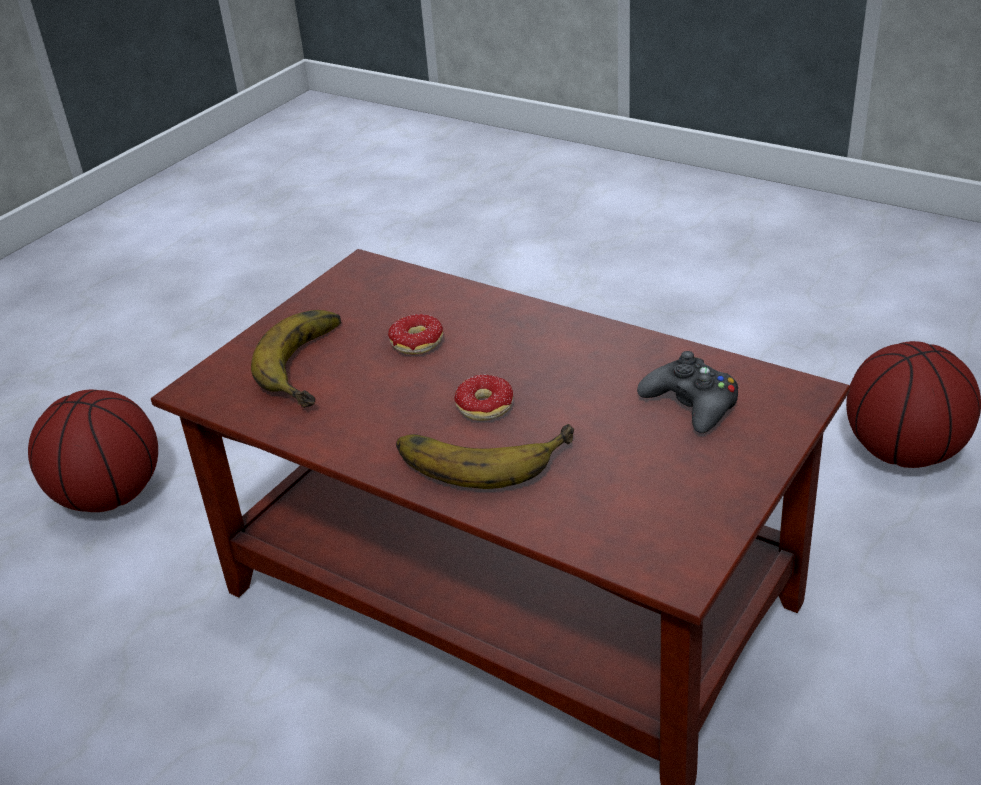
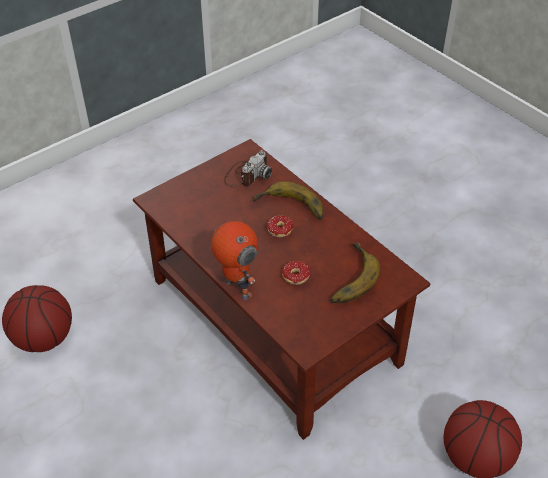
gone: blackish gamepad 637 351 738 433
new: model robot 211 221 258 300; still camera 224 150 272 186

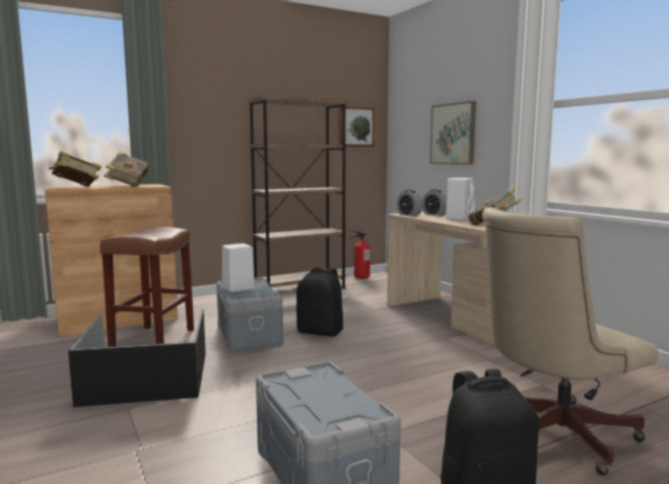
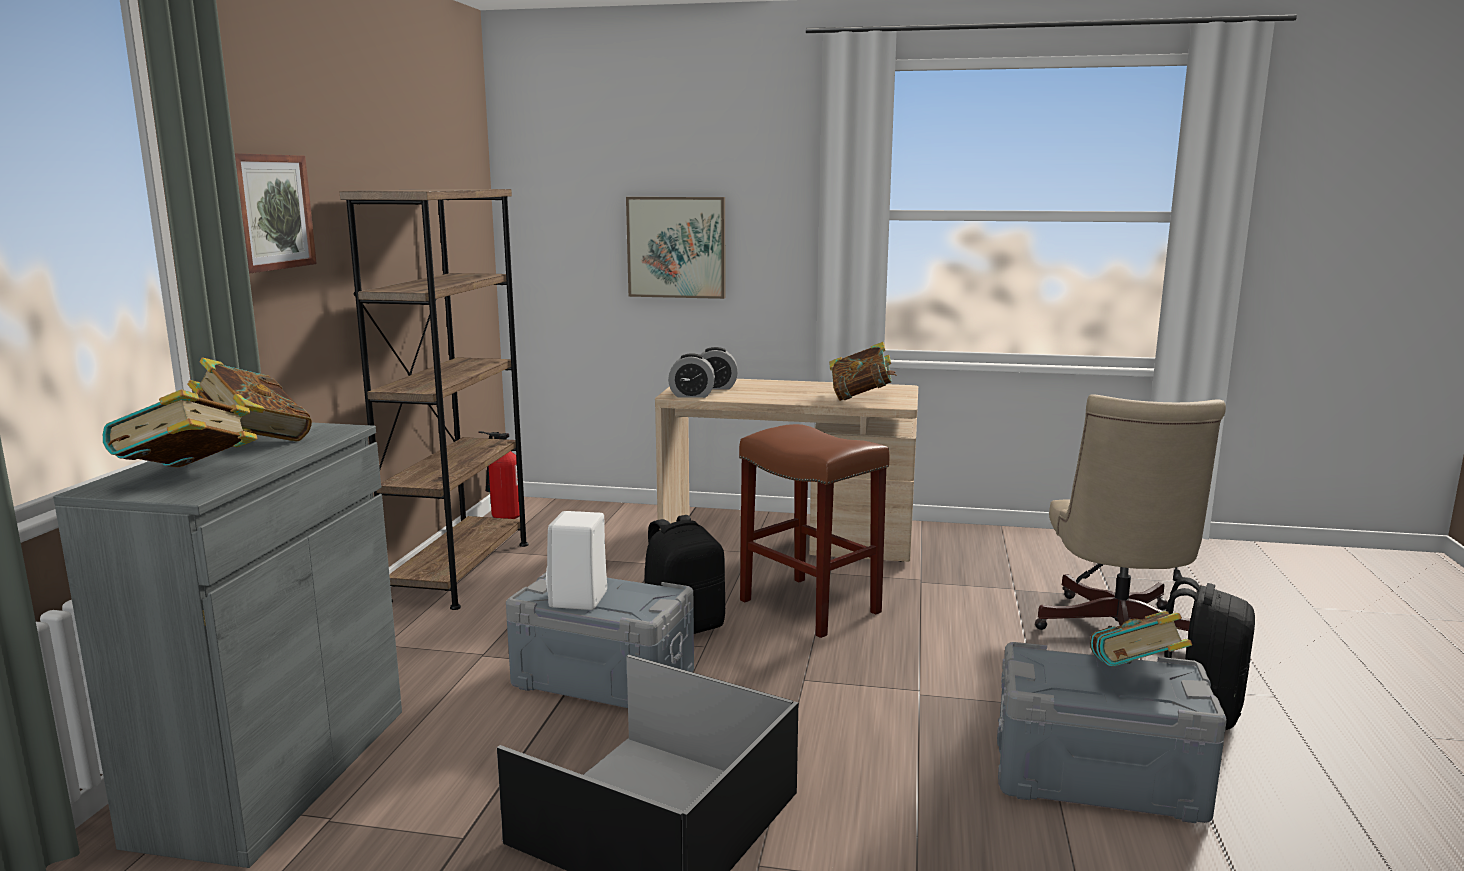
gone: white audio speaker 446 178 475 221
new: volume 1090 611 1192 666
shifted: brown-coloured sitting stool 100 227 194 347 to 739 424 890 638; wall art 339 106 375 147 to 235 153 317 274
repainted: brown-coloured cupboard 45 184 178 337 to gray cupboard 53 423 402 868

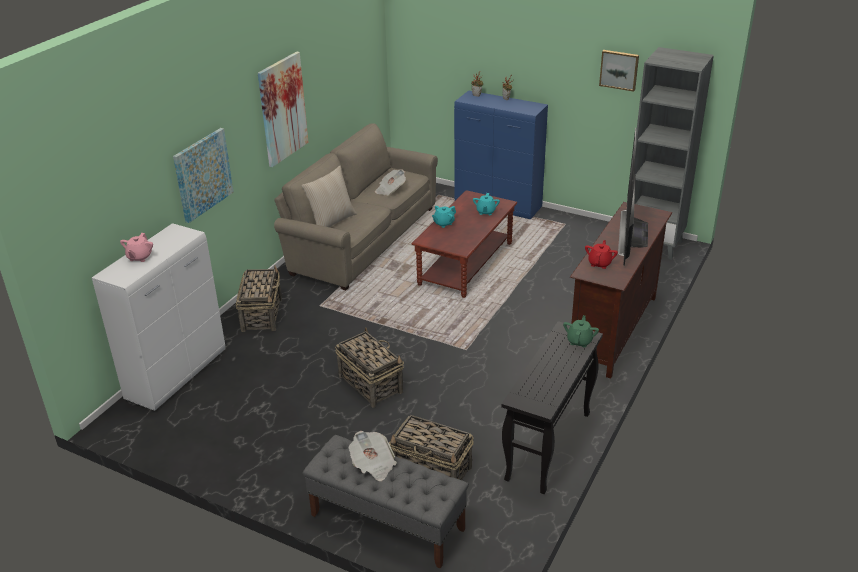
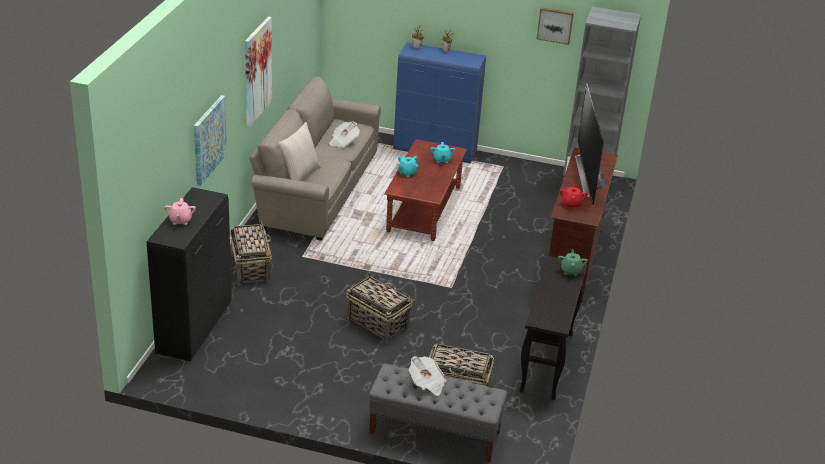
repainted: white cupboard 92 223 225 411 to blackish cupboard 146 187 232 361

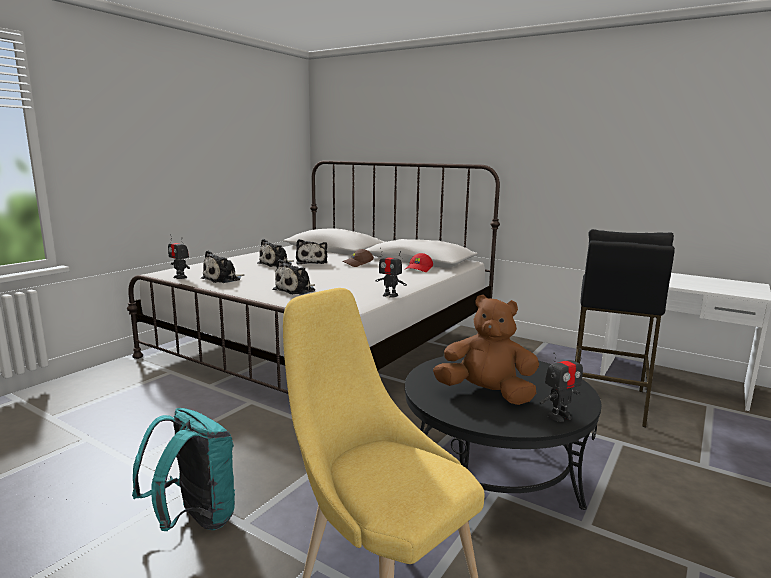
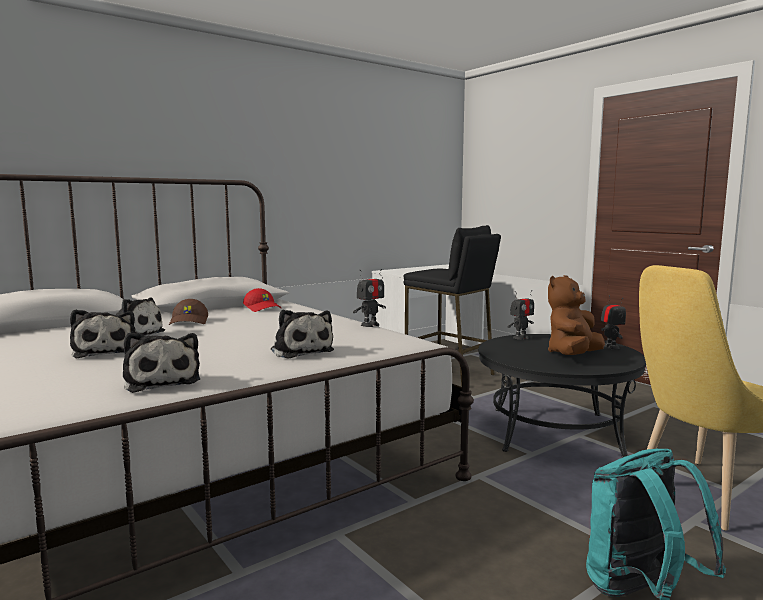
shifted: model robot 168 234 190 279 to 508 290 534 340

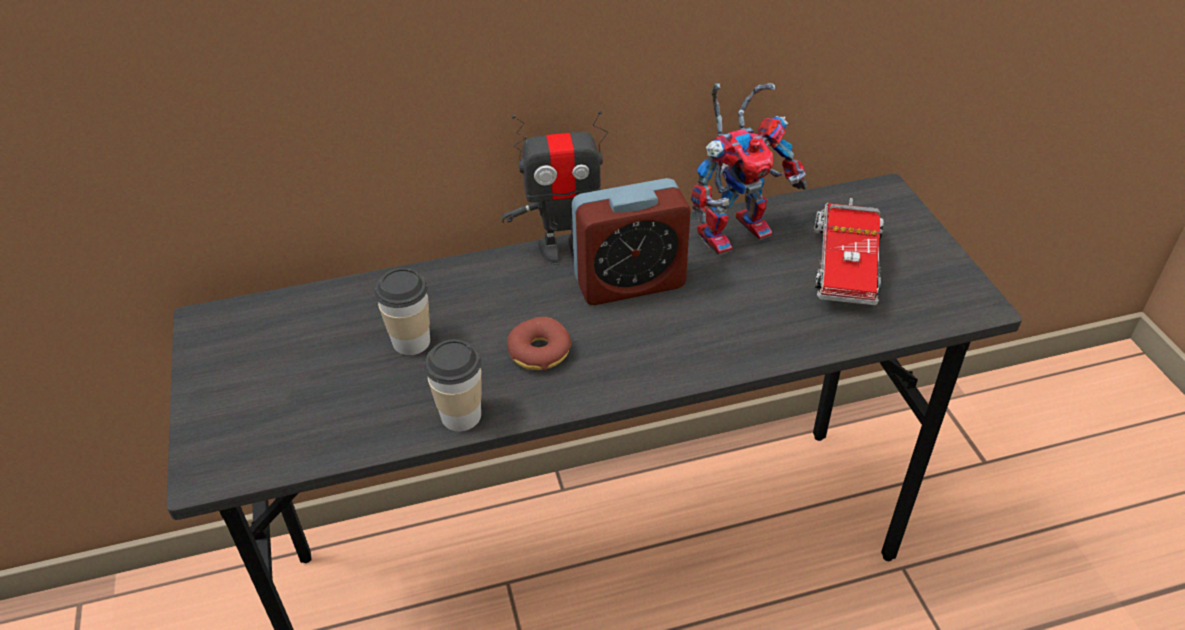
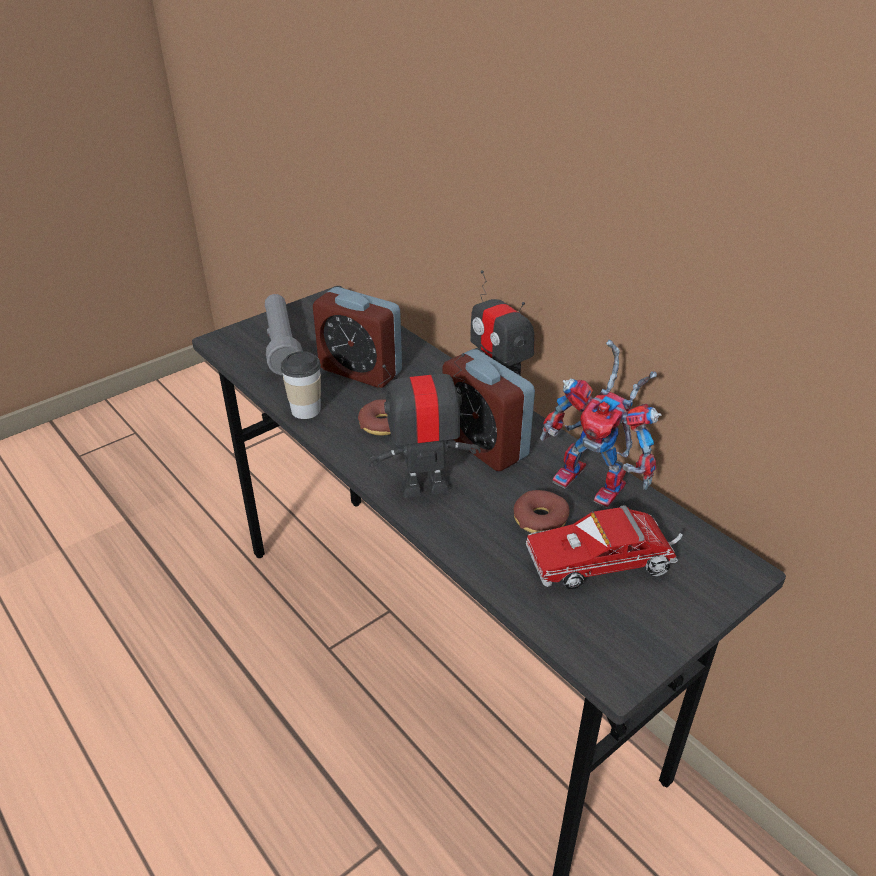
new: gray hand torch 265 294 303 376; model robot 368 353 481 498; donut 514 490 569 534
swapped: small cup 375 268 430 355 to alarm clock 313 287 402 388

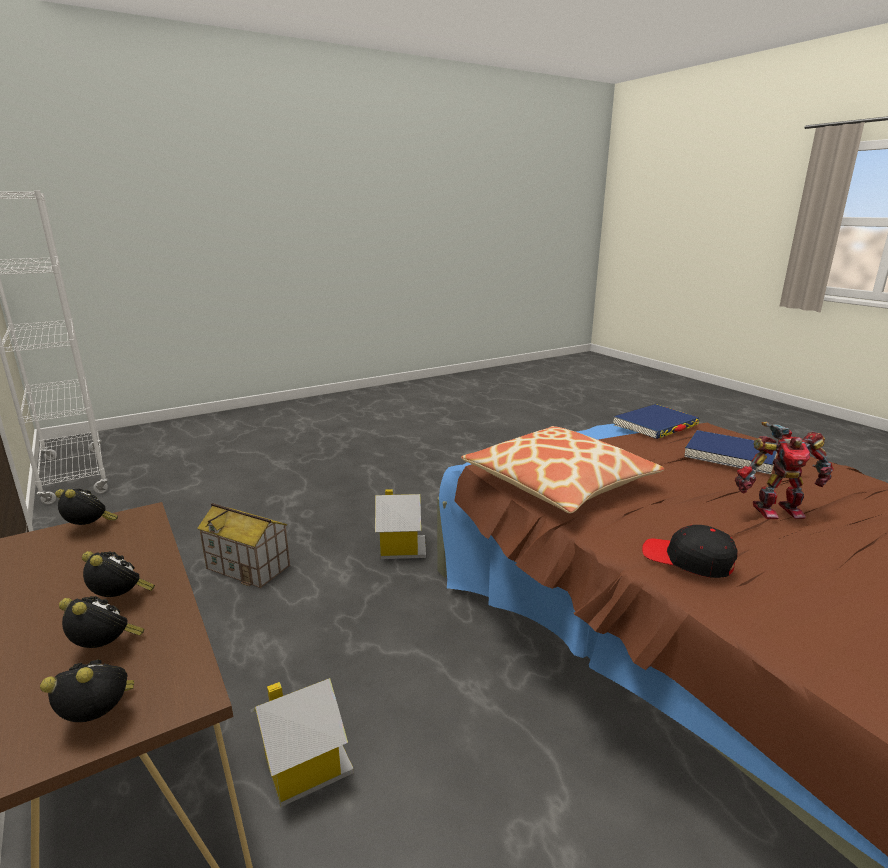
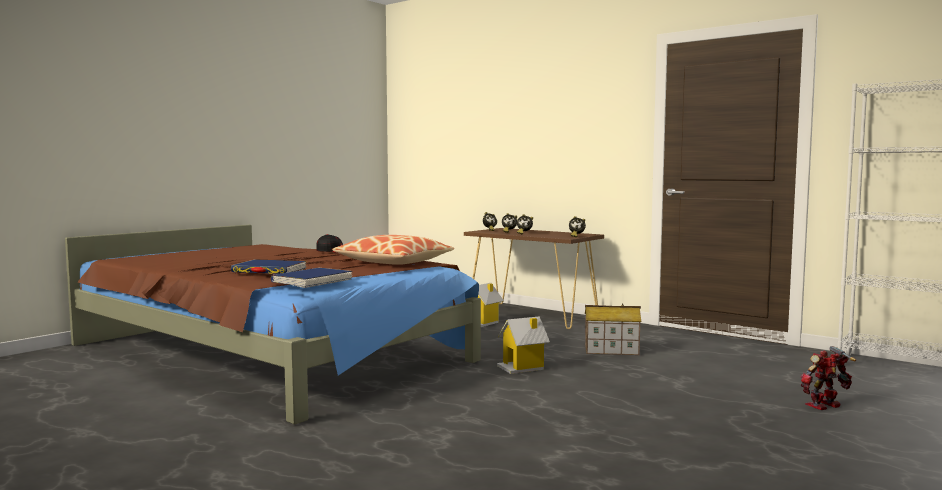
shifted: model robot 735 422 834 519 to 801 346 856 410

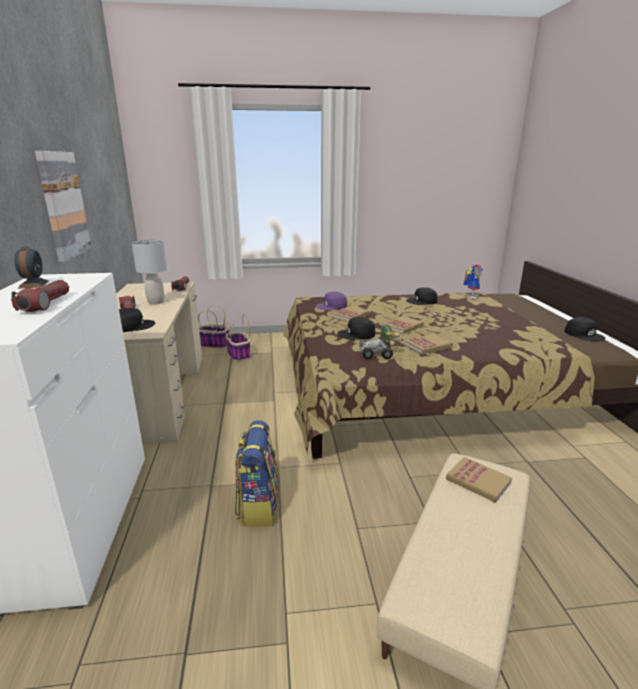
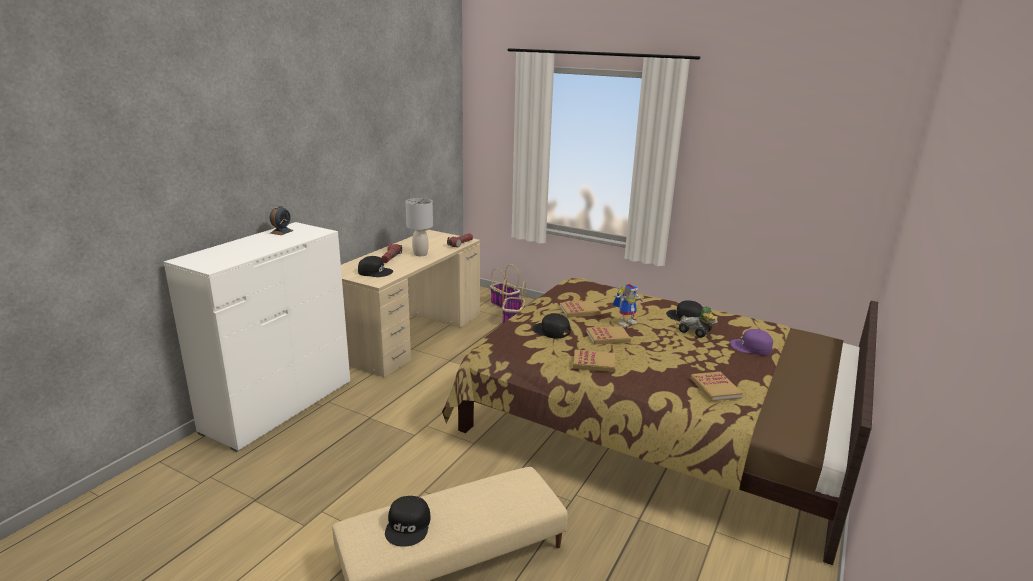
gone: hand torch 11 280 69 312; wall art 35 151 92 262; backpack 235 420 280 527
shifted: purple-coloured cap 316 292 347 310 to 730 329 773 355; model car 359 324 400 359 to 679 307 718 338; volume 446 457 512 503 to 690 372 743 401; model robot 464 265 483 300 to 613 284 644 327; blackish cap 564 317 606 341 to 385 496 431 547

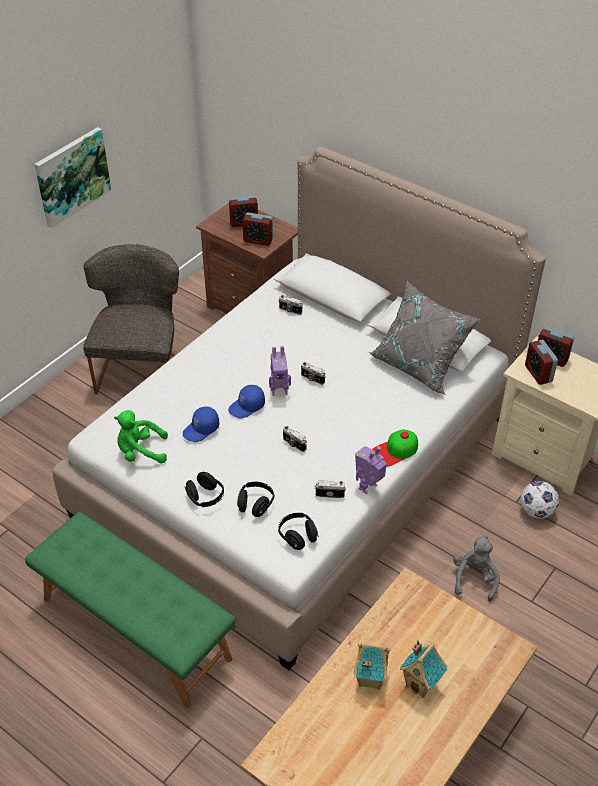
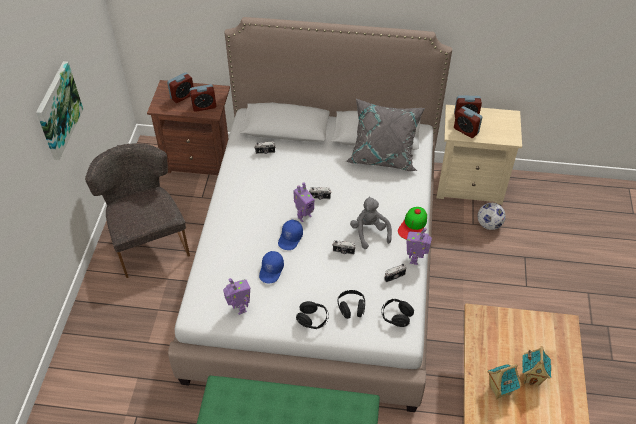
shifted: gray plush toy 453 536 500 601 to 350 196 392 249
swapped: green-coloured plush toy 114 410 168 464 to model robot 223 278 250 315

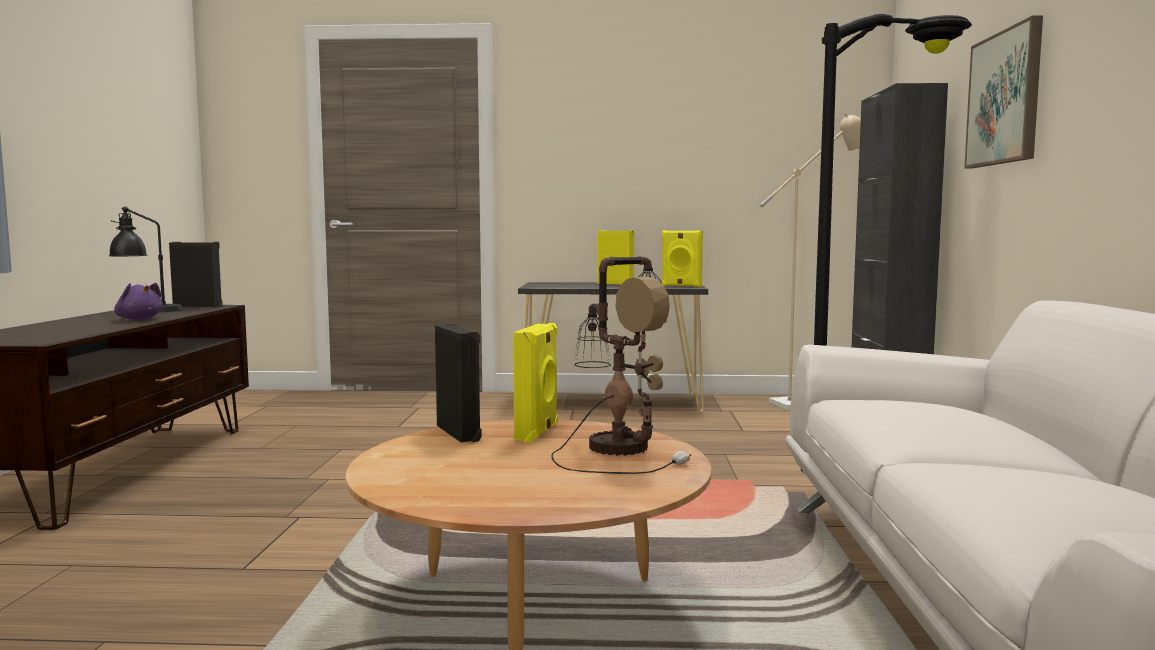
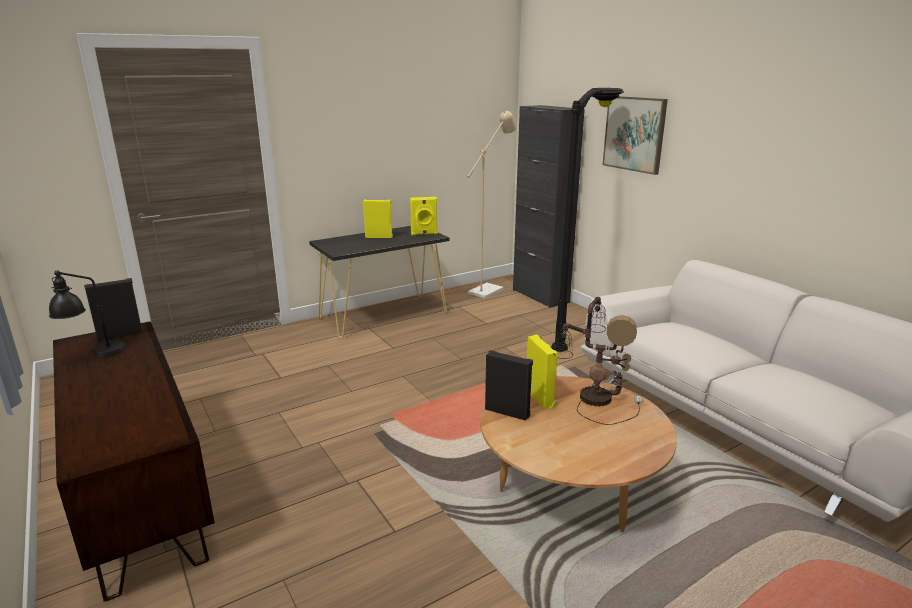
gone: purple-coloured plush toy 114 283 163 320

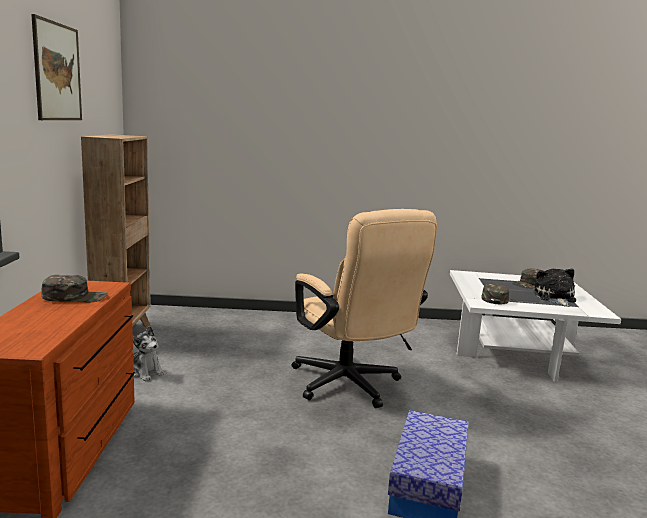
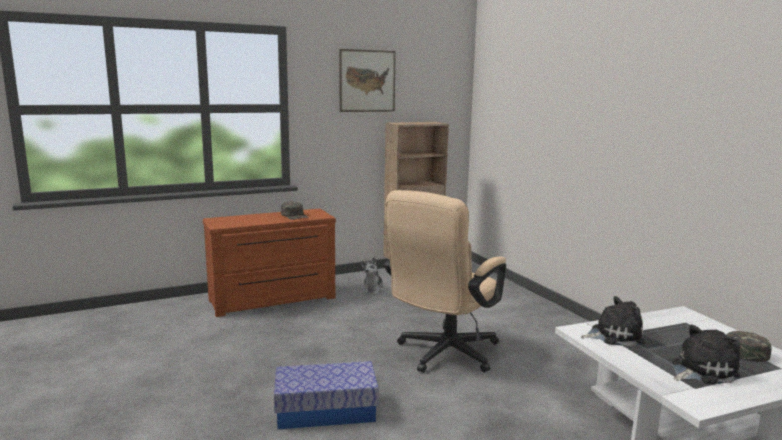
swapped: green-coloured cap 481 284 509 304 to plush toy 581 296 646 347

